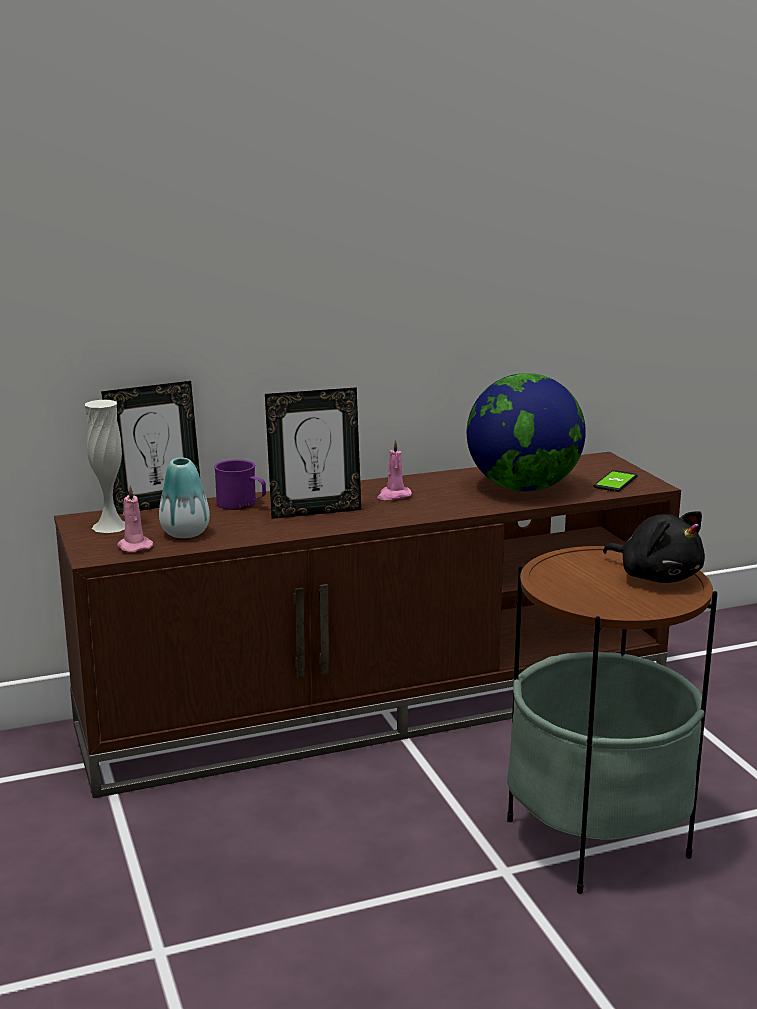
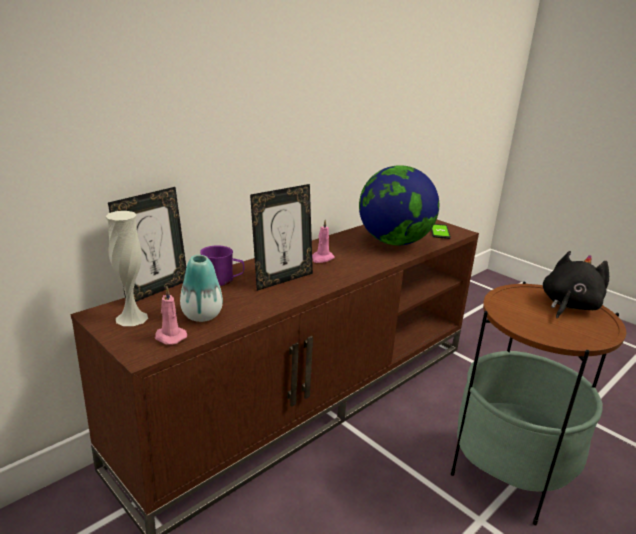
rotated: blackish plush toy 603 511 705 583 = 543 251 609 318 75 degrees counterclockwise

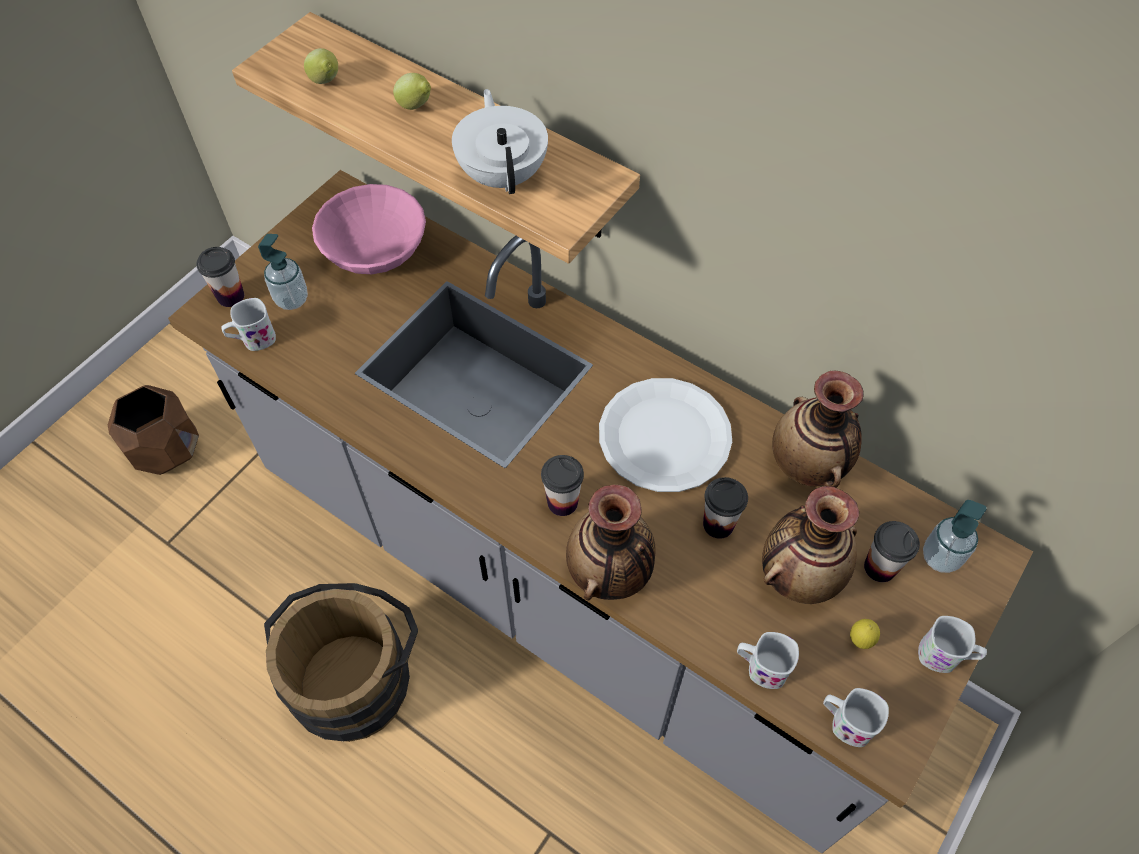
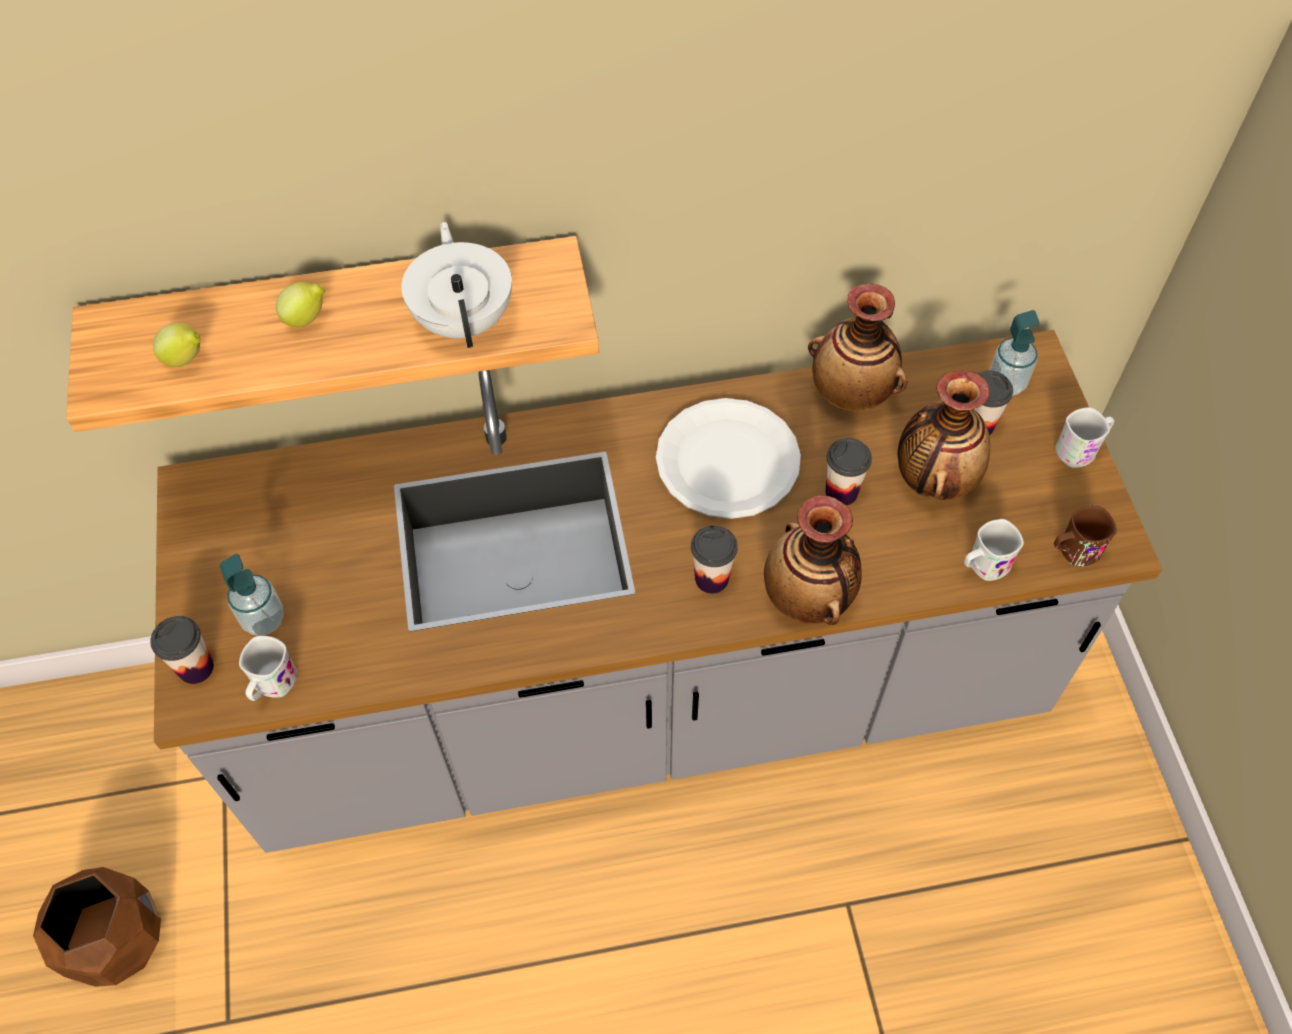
gone: brown-coloured pail 264 583 418 742; pinkish bowl 312 184 426 274; whole lemon 850 619 880 649
repainted: white tea mug 823 688 889 747 to brown-coloured tea mug 1054 506 1117 566
rotated: white tea pot 452 89 548 194 = 401 222 512 348 45 degrees clockwise

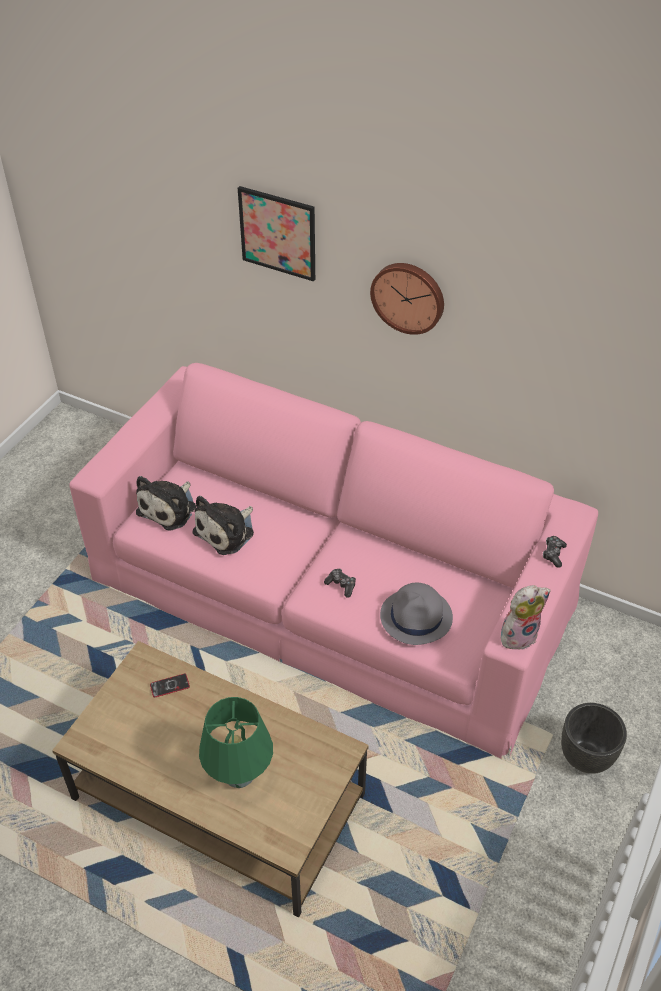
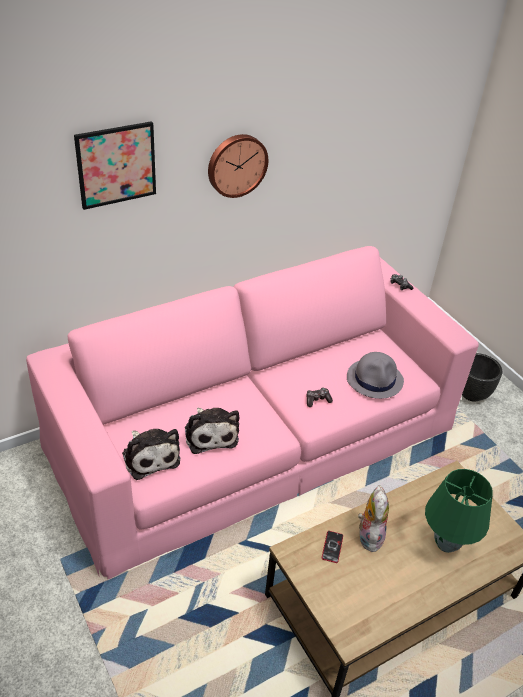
shifted: plush toy 501 585 551 649 to 358 485 389 553

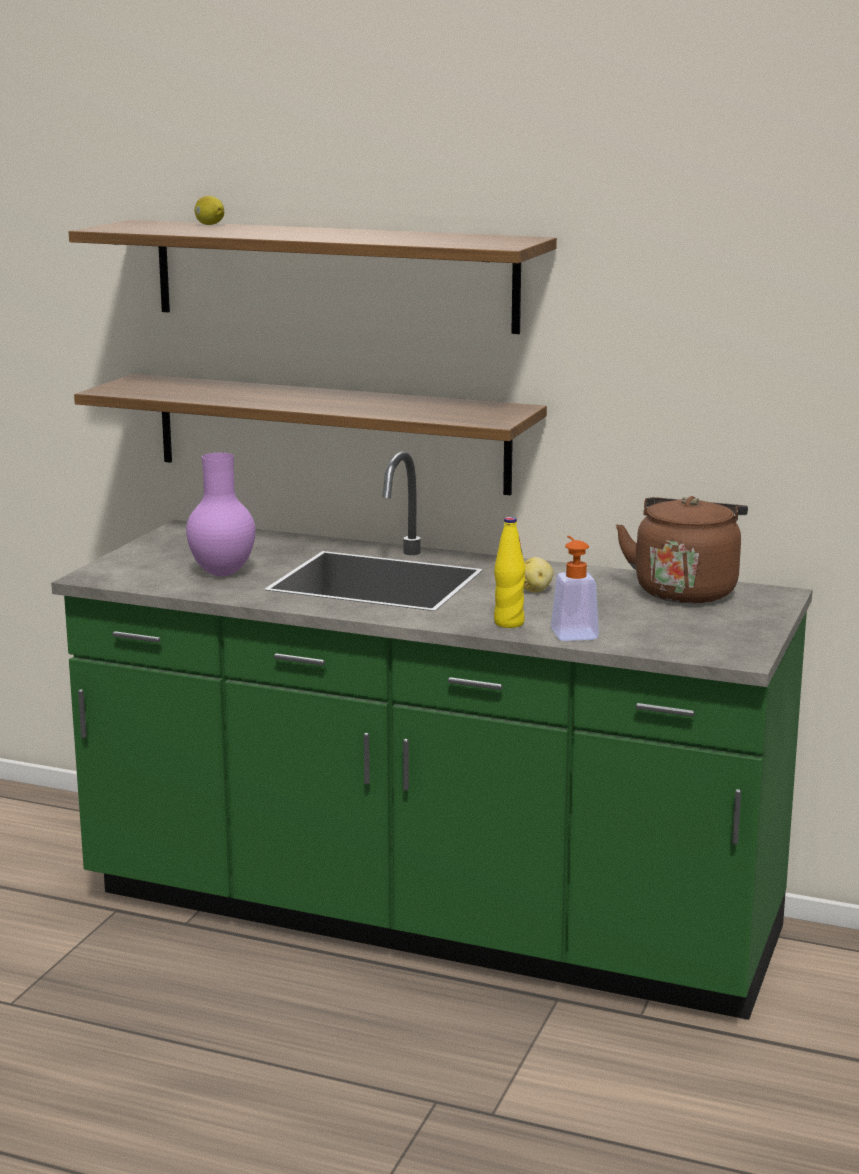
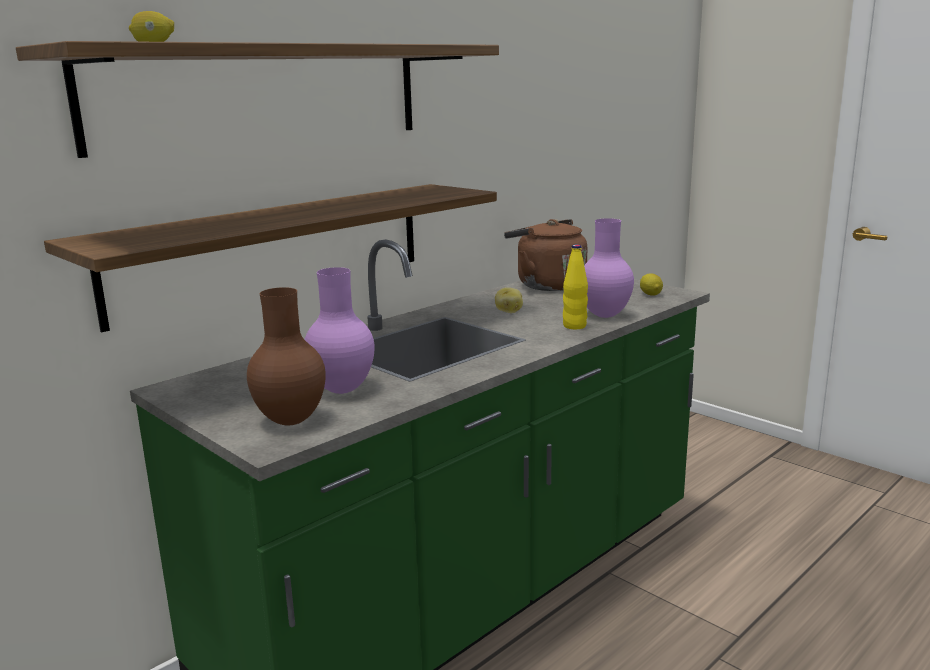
new: brown-coloured vase 247 287 326 425; whole lemon 640 273 663 296
swapped: soap bottle 551 536 599 641 to purple-coloured vase 584 218 634 318

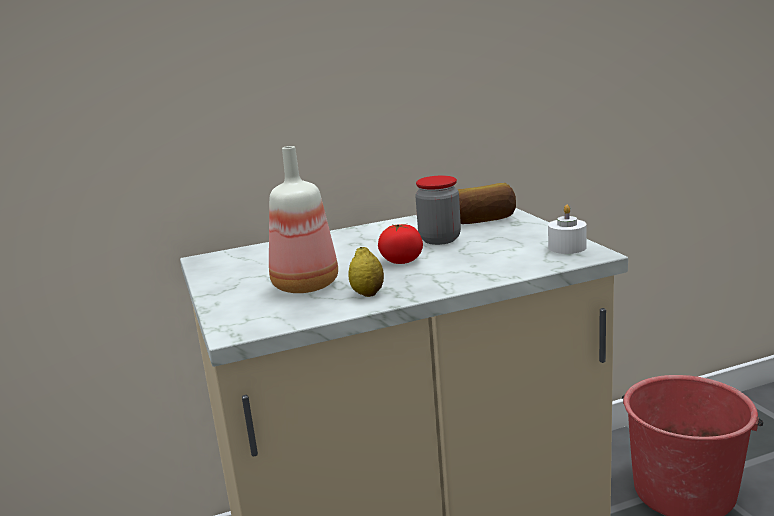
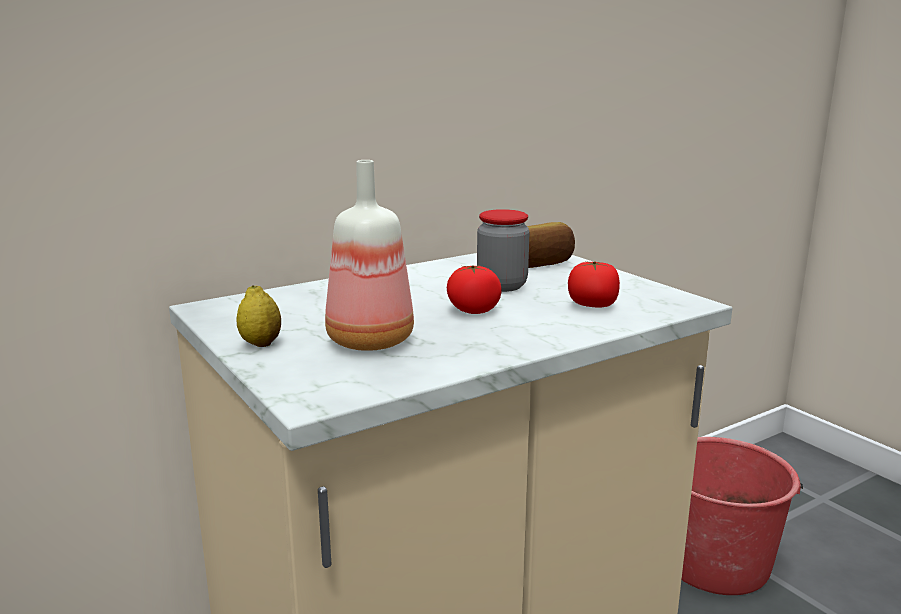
gone: white wax candle 548 205 586 254
new: whole tomato 568 261 620 307
shifted: whole lemon 348 247 384 297 to 236 285 281 347

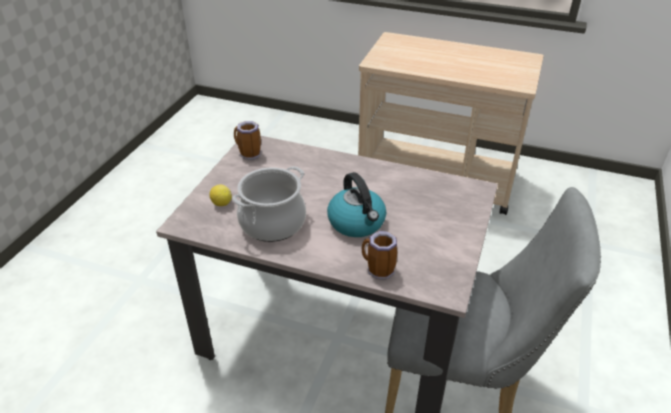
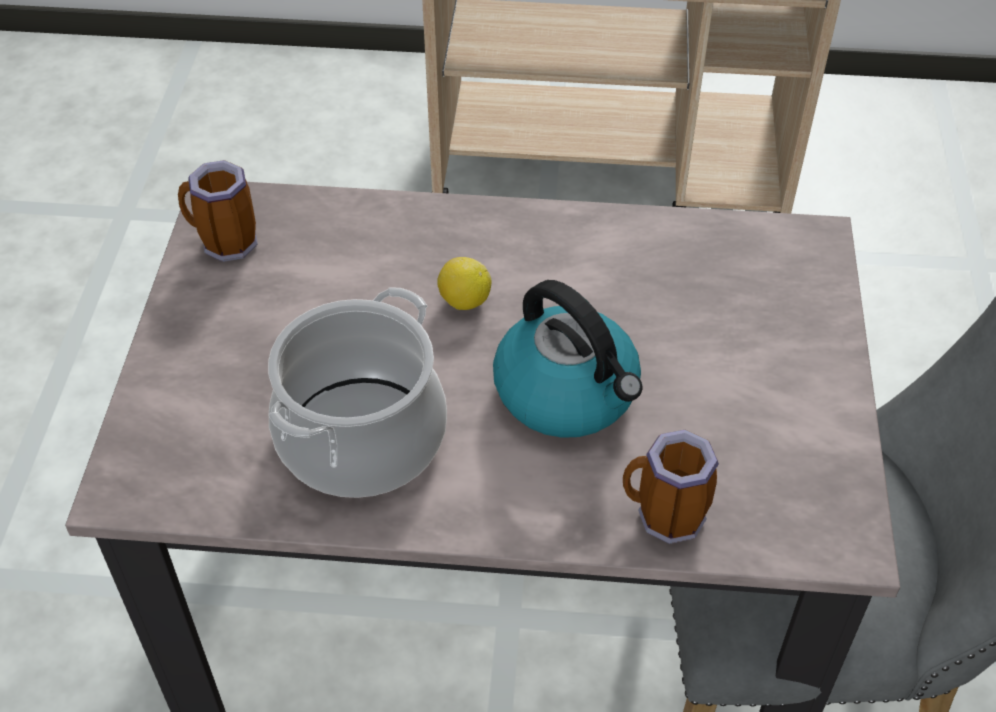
shifted: whole lemon 210 184 232 206 to 437 257 492 310

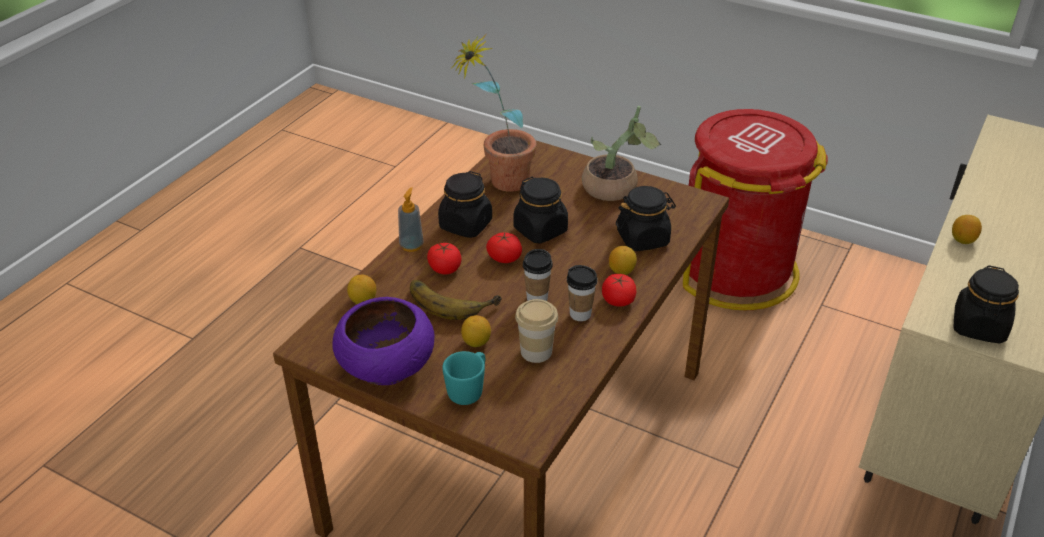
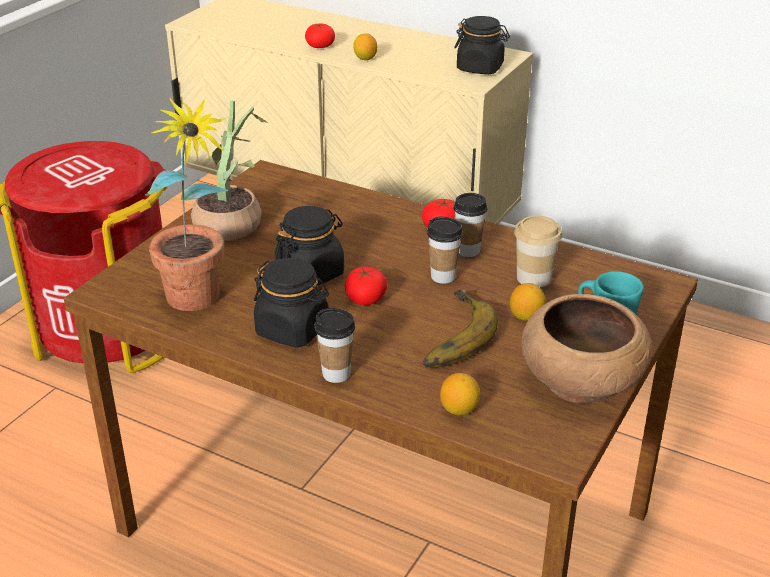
gone: whole lemon 609 246 637 275; blackish storage jar 616 186 676 251
shifted: whole tomato 427 243 462 274 to 305 23 335 48
swapped: soap bottle 398 187 424 252 to small cup 315 308 355 383
repainted: purple-coloured bowl 332 297 435 385 to brown-coloured bowl 521 294 652 403

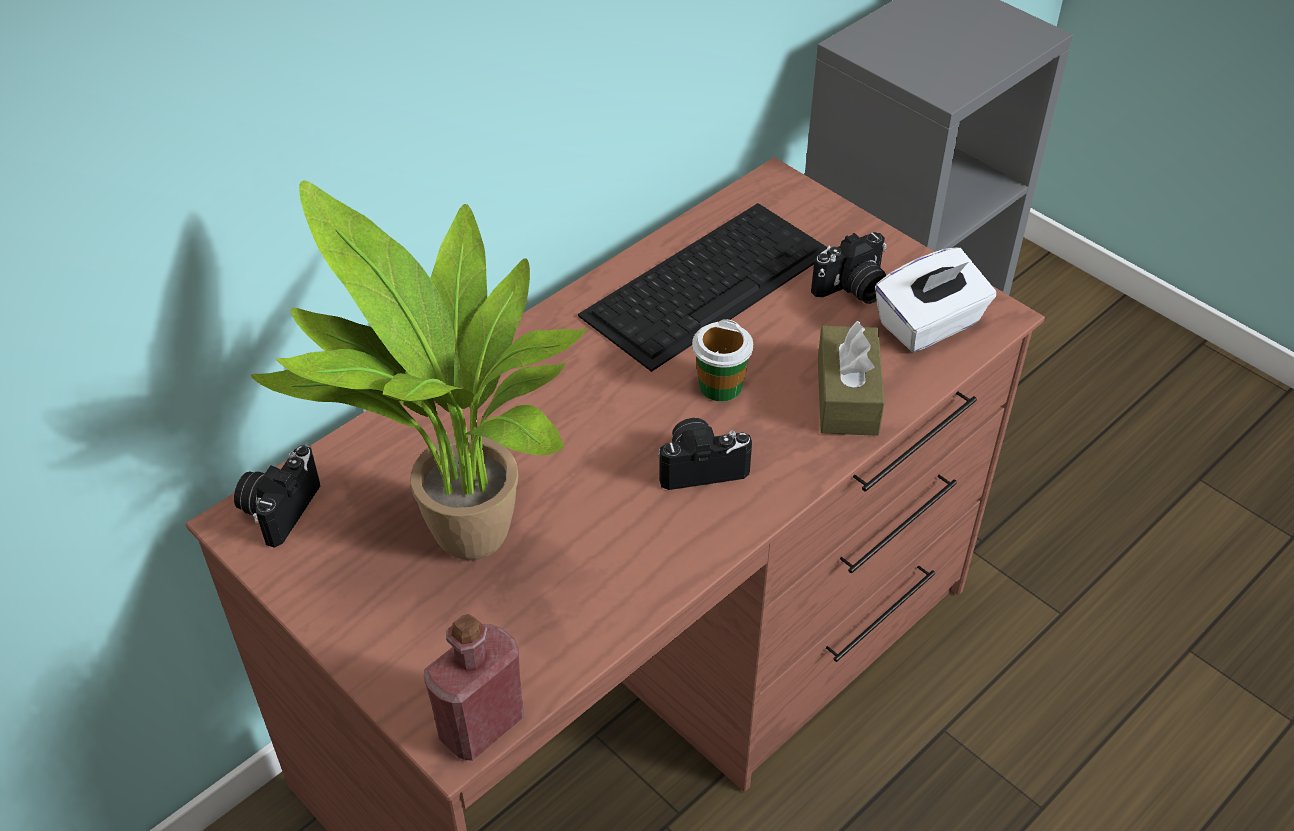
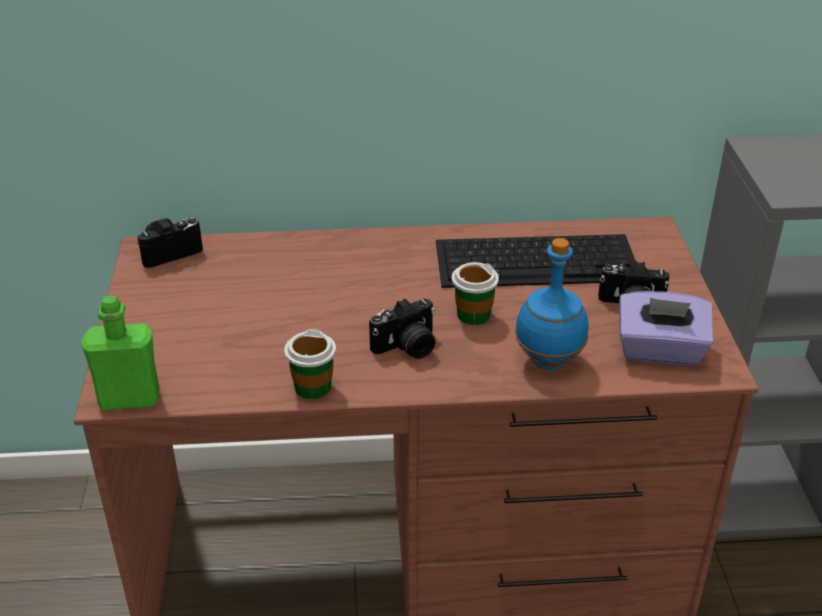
gone: plant in a pot 251 180 588 560
new: small cup 284 329 336 399
swapped: brown-coloured tissue box 818 321 884 436 to blue-coloured drink bottle 515 238 589 370
repainted: reddish drink bottle 424 614 524 761 to green-coloured drink bottle 81 296 160 410; white tissue box 875 247 996 352 to purple-coloured tissue box 619 291 713 365
rotated: still camera 657 418 752 490 = 369 298 435 359 120 degrees clockwise

